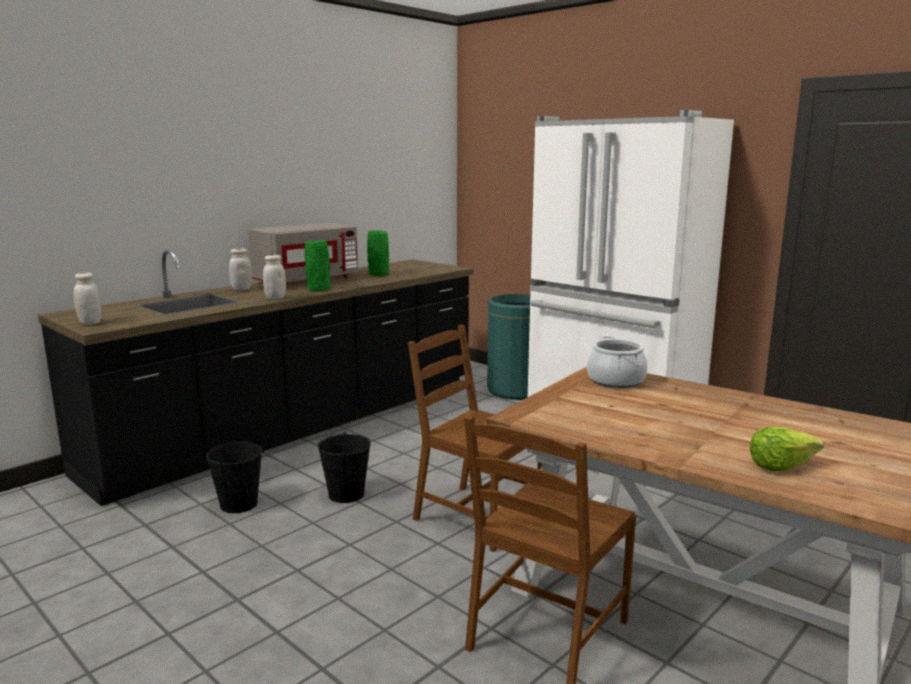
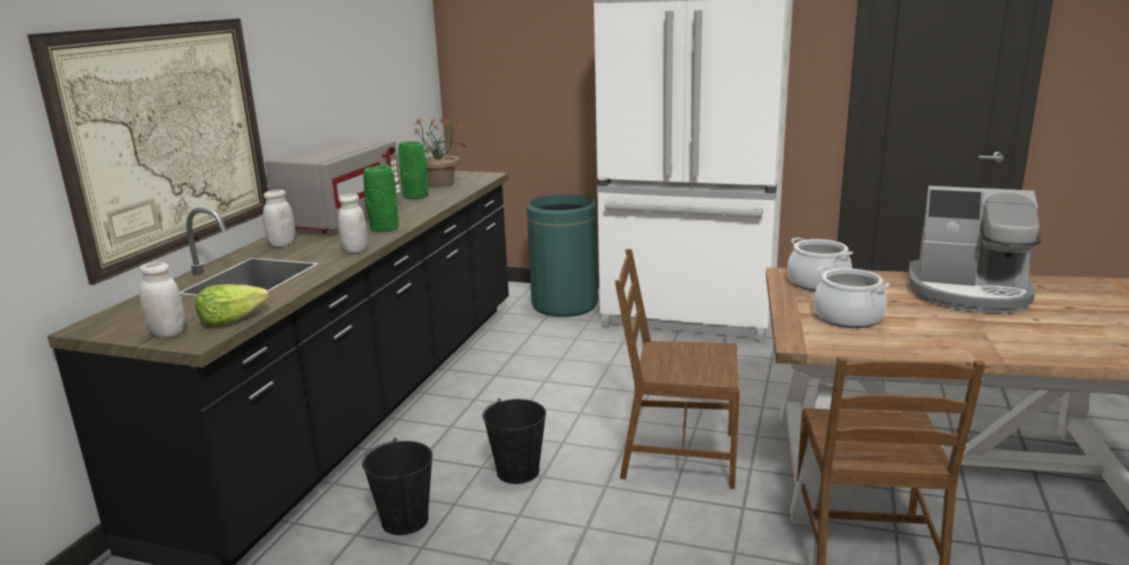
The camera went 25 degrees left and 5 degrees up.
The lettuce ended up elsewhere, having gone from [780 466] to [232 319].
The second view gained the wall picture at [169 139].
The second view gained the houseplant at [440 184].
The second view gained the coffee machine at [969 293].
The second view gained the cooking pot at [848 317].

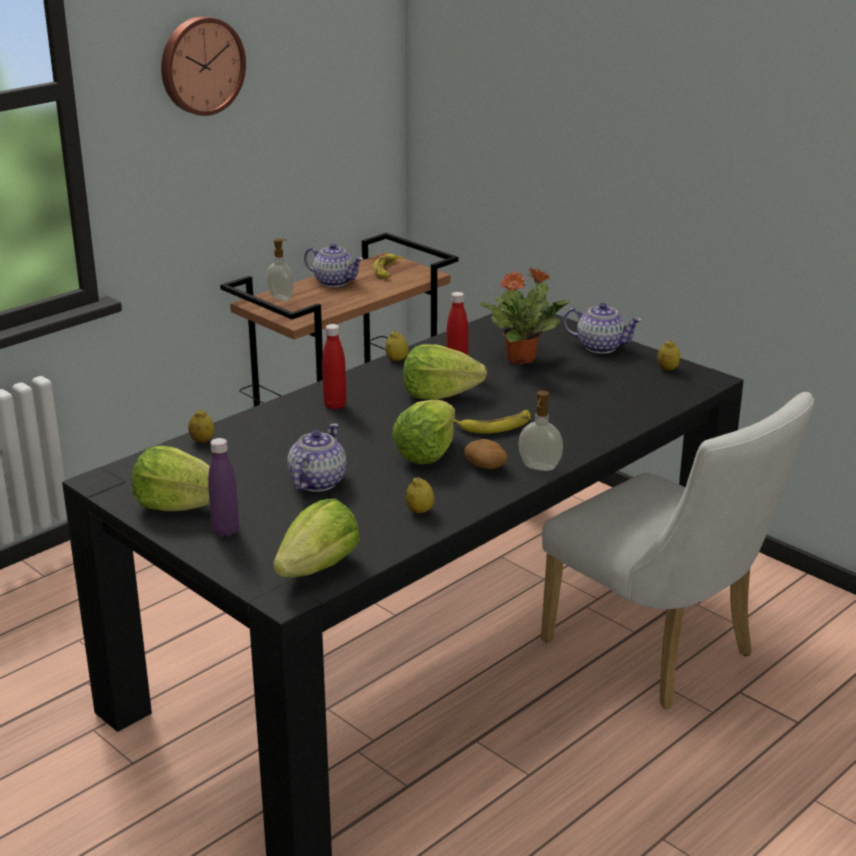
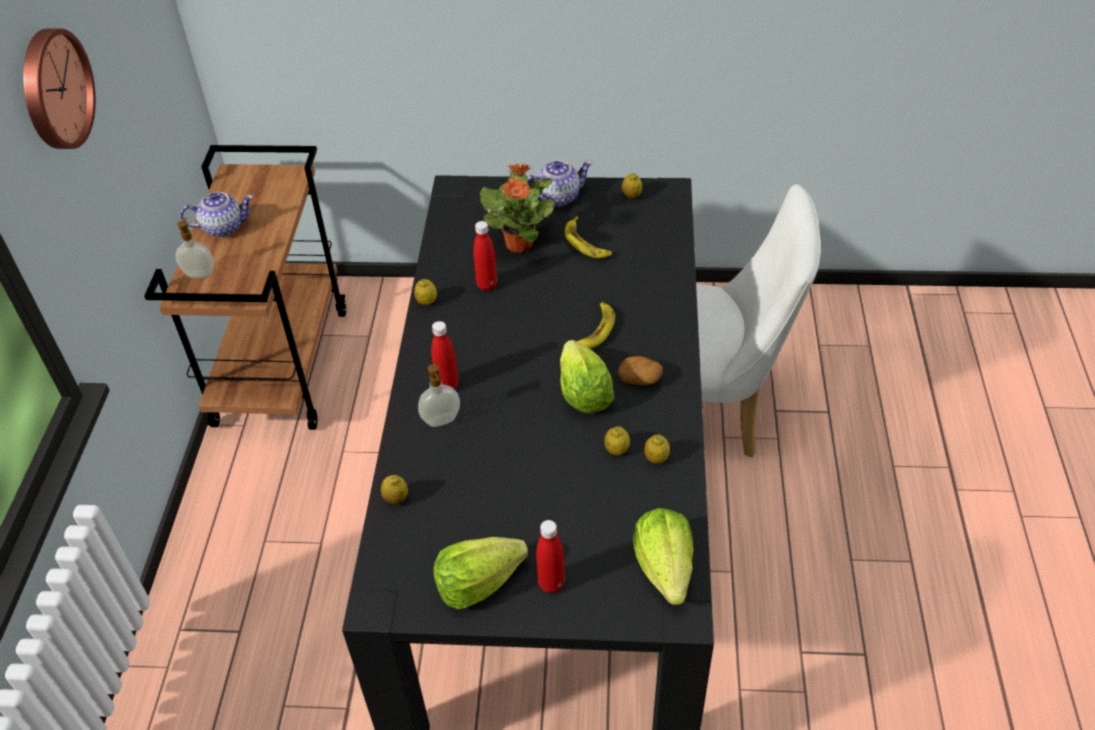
The camera went 40 degrees left and 20 degrees up.
The banana fruit ended up elsewhere, having gone from [387 270] to [586 243].
The second view lost the lettuce at [439 395].
The liquid soap bottle ended up elsewhere, having gone from [539 467] to [441 421].
The second view lost the pot for tea at [316 482].
What was the purple-coloured beverage bottle at [225 531] turned into the reddish beverage bottle at [551 583].
The second view gained the whole lemon at [616 450].

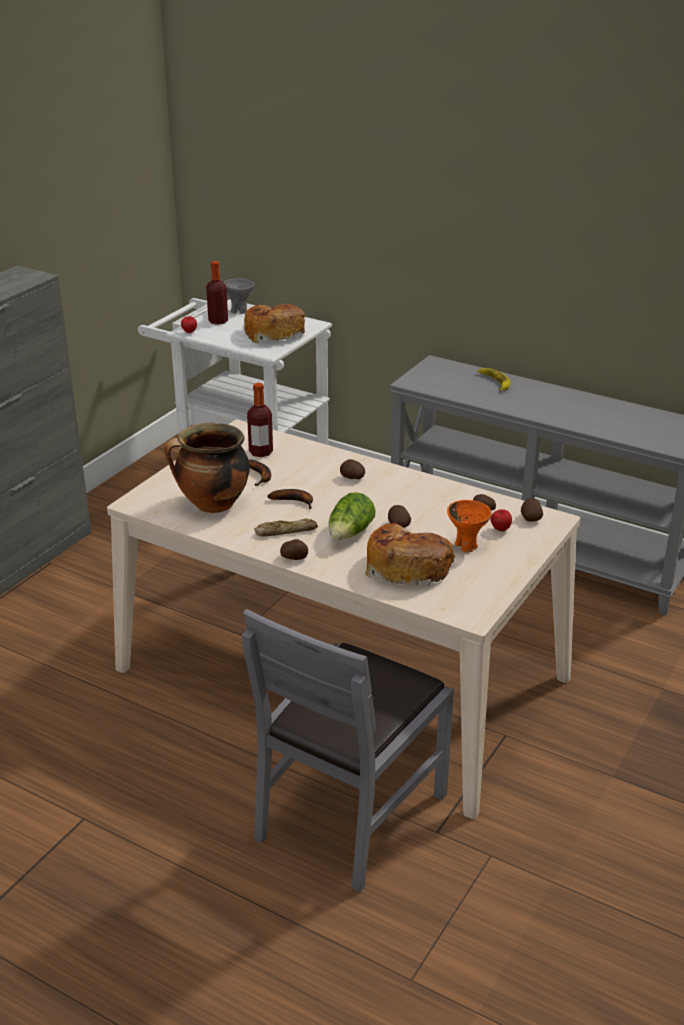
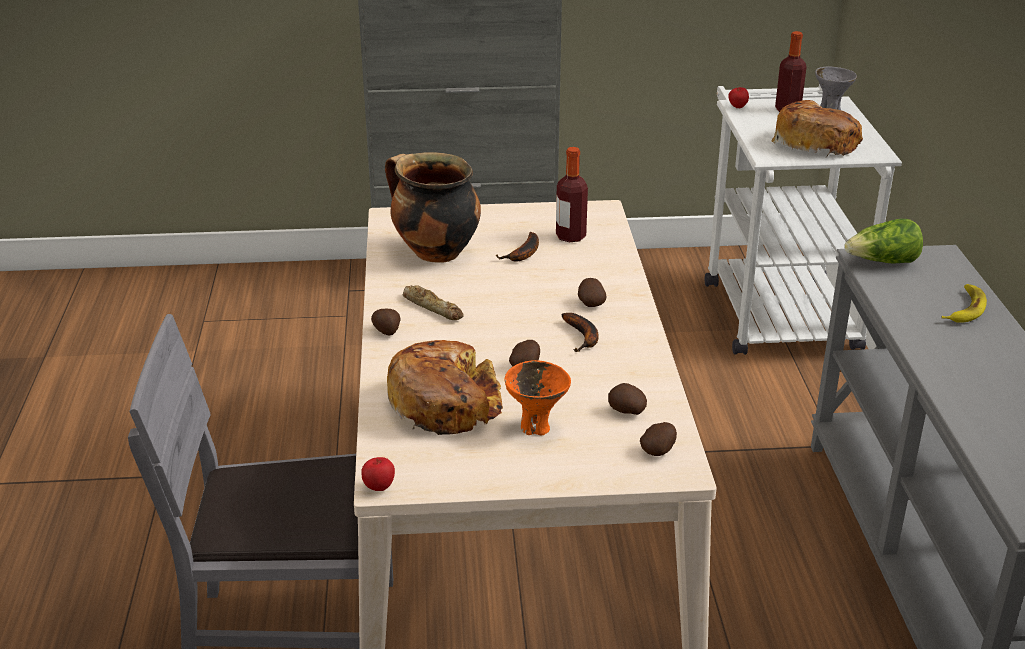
The camera went 55 degrees right and 0 degrees up.
The banana fruit ended up elsewhere, having gone from [295 501] to [583 337].
The lettuce ended up elsewhere, having gone from [350 534] to [883 262].
The apple fruit ended up elsewhere, having gone from [500 530] to [379 487].

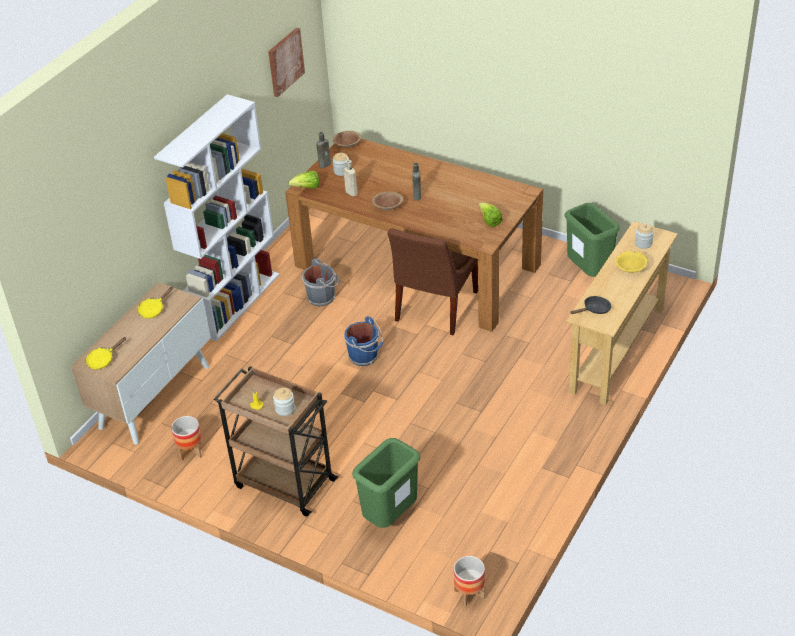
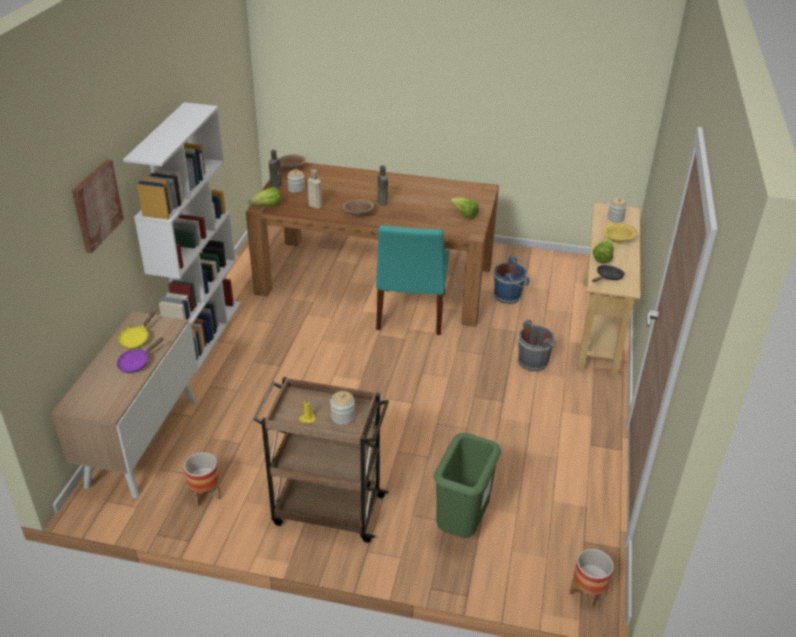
The camera went 20 degrees left and 5 degrees down.
The wall picture ended up elsewhere, having gone from [285 61] to [96 205].
The second view lost the green-coloured rubbish bin at [589 273].
What was the brown plain chair at [434 308] turned into the turquoise-coloured plain chair at [410 314].
The gray bucket ended up elsewhere, having gone from [322 297] to [534 361].
The blue bucket ended up elsewhere, having gone from [365 356] to [509 296].
The second view lost the yellow-coloured pan at [103 360].
The second view gained the lettuce at [602 258].
The second view gained the purple-coloured pan at [137 363].

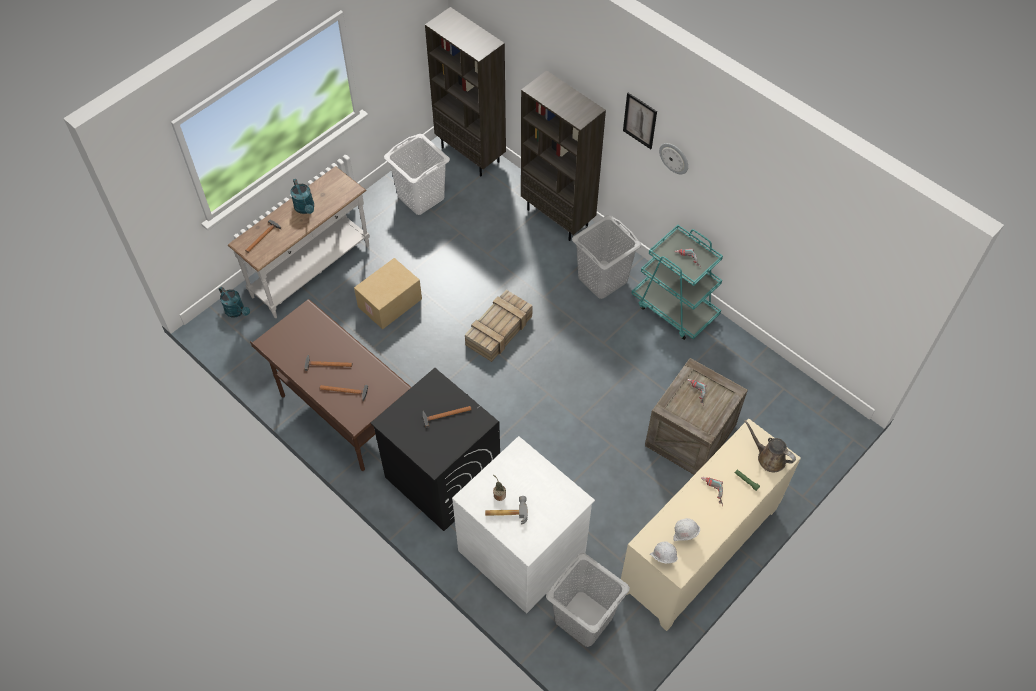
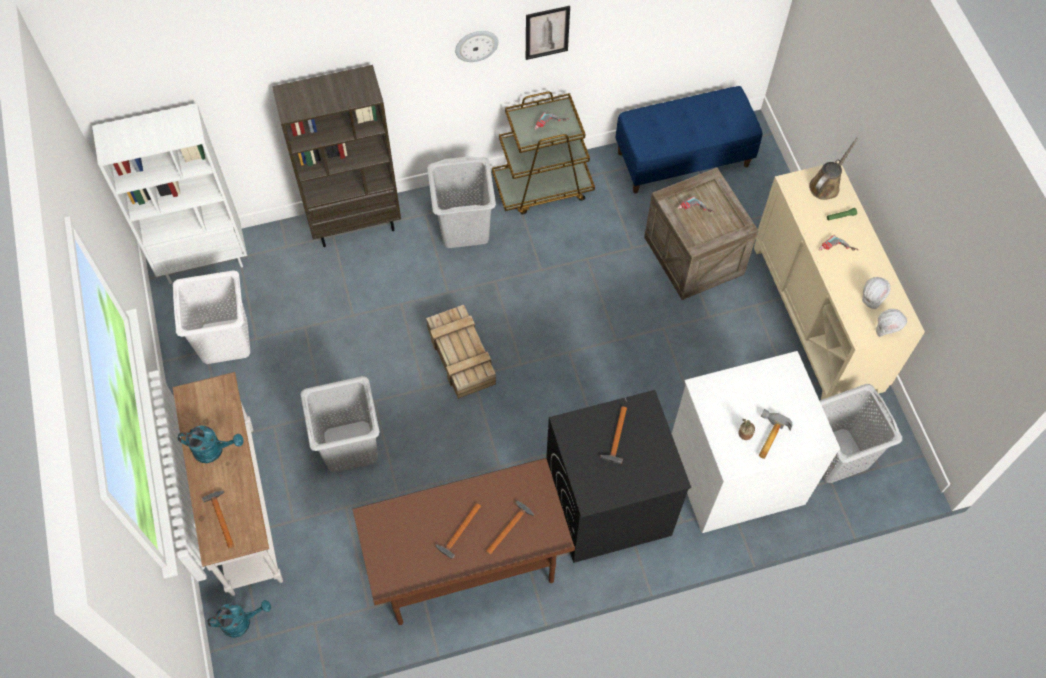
The camera went 60 degrees left and 5 degrees up.
What was the brown bookcase at [471 154] turned into the white-coloured bookcase at [204 259].
The wall picture ended up elsewhere, having gone from [640 120] to [547 32].
What was the turquoise-coloured wheeled cart at [674 309] turned into the brown wheeled cart at [543 186].
Where the carton stood at [390 303], the gray hamper came to stand at [350 446].
The brown watering can at [768 458] ended up facing another way, 150 degrees clockwise from before.
The second view gained the blue indoor bench at [683 158].

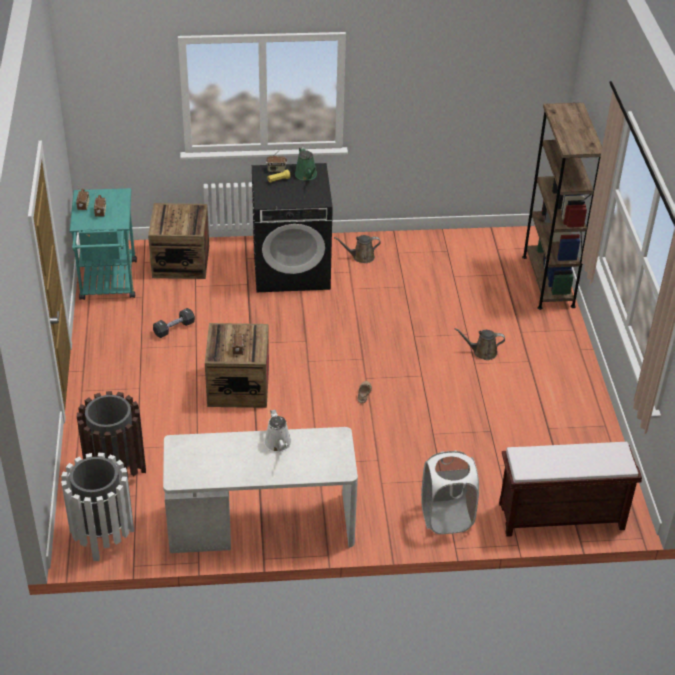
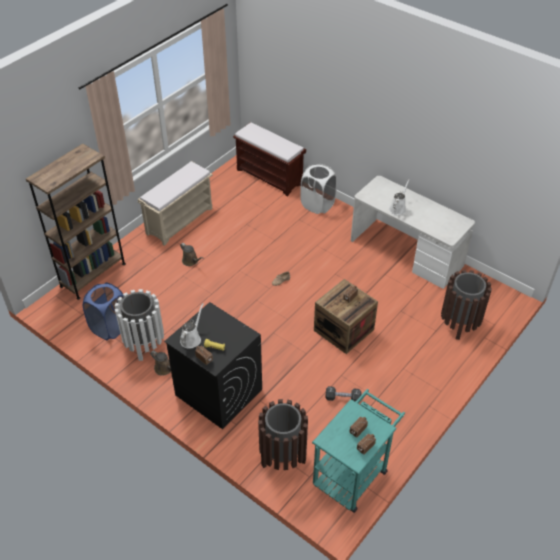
The camera went 135 degrees left and 5 degrees up.
What was the green-coloured watering can at [306 175] turned into the white-coloured watering can at [191 338].
Where the packing crate stood at [181 261], the brown rubbish bin came to stand at [283 456].
The white-coloured rubbish bin ended up elsewhere, having gone from [103 536] to [144 344].
The second view gained the beige-coloured indoor bench at [180 220].
The second view gained the blue hamper at [110 327].

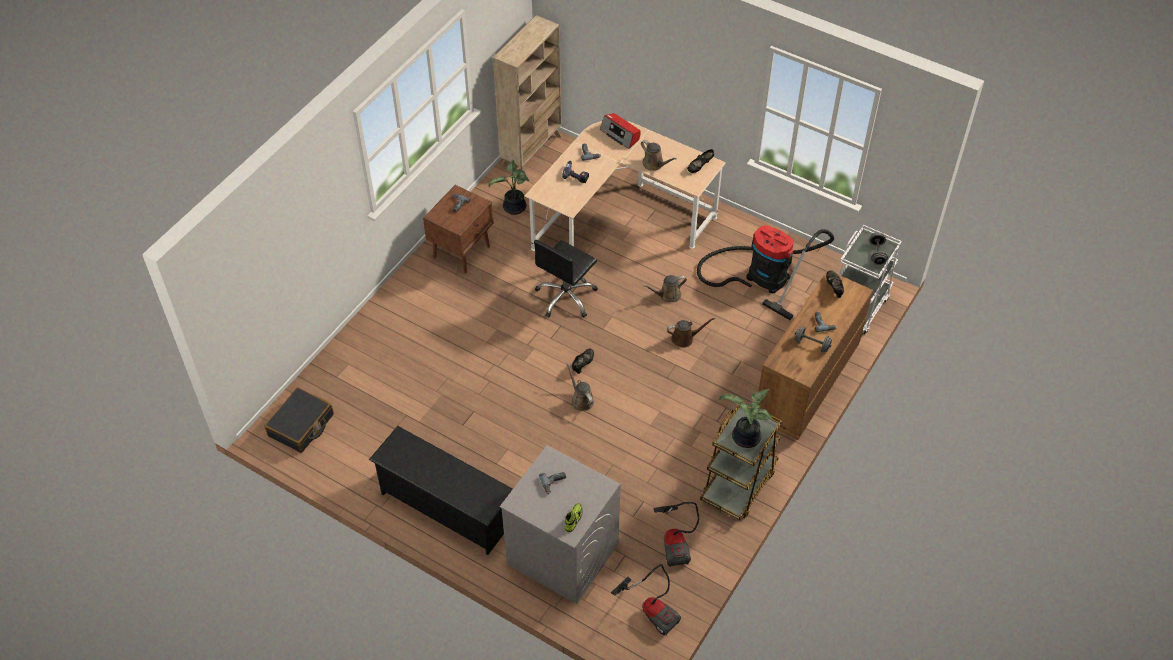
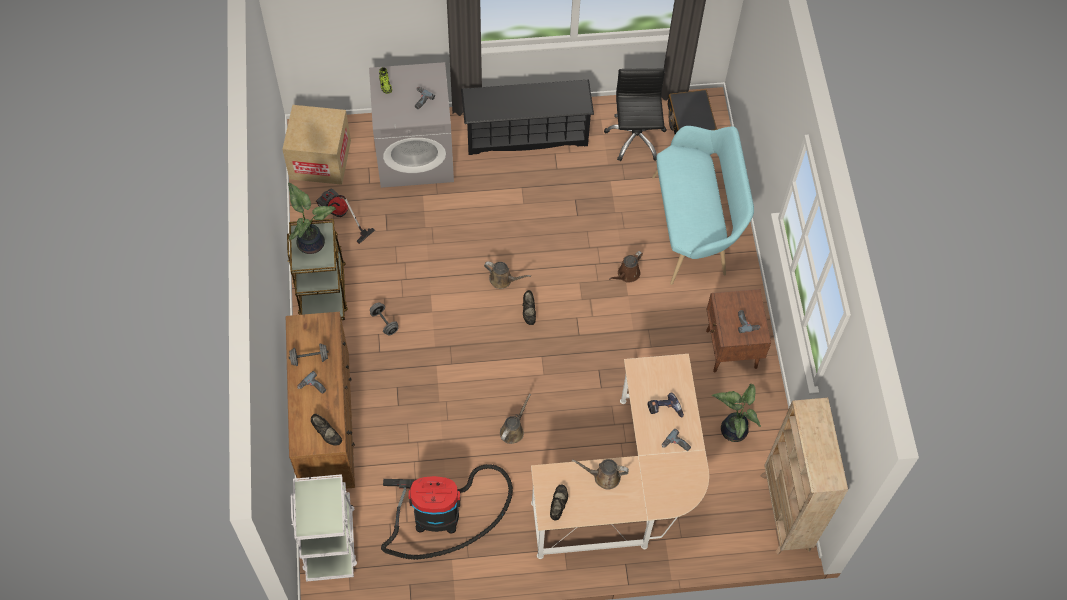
The camera went 140 degrees right and 10 degrees up.
The second view lost the radio receiver at [620 135].
The gray dumbbell ended up elsewhere, having gone from [877 254] to [384 322].
The black computer chair ended up elsewhere, having gone from [566 297] to [635 138].
The brown watering can ended up elsewhere, having gone from [685 338] to [627 274].
Where the vacuum stood at [653 610], the carton came to stand at [320 159].
The second view gained the turquoise-coloured indoor bench at [694 227].

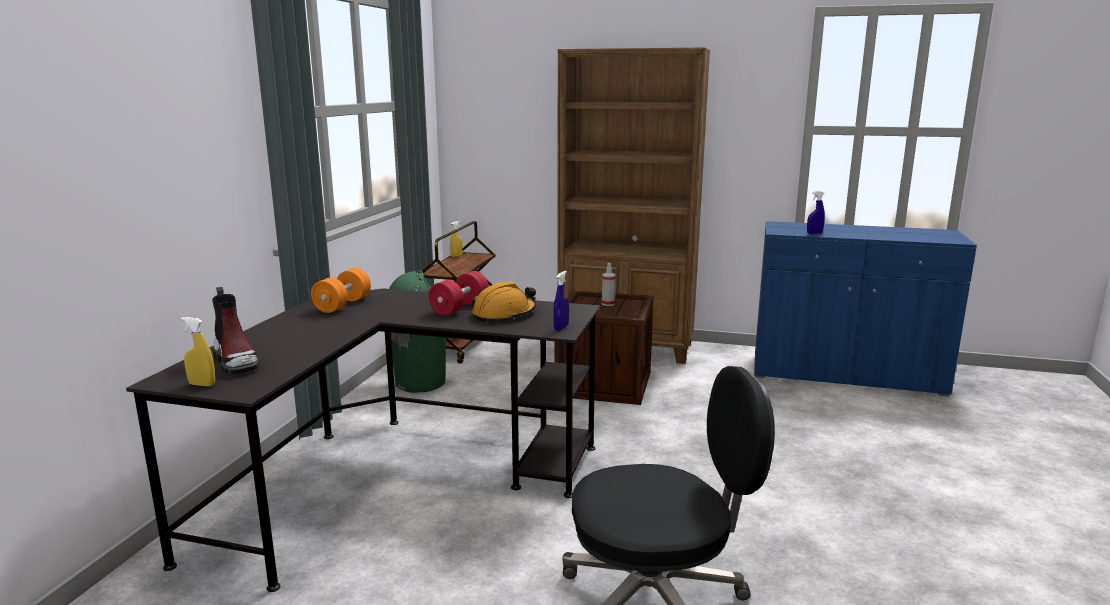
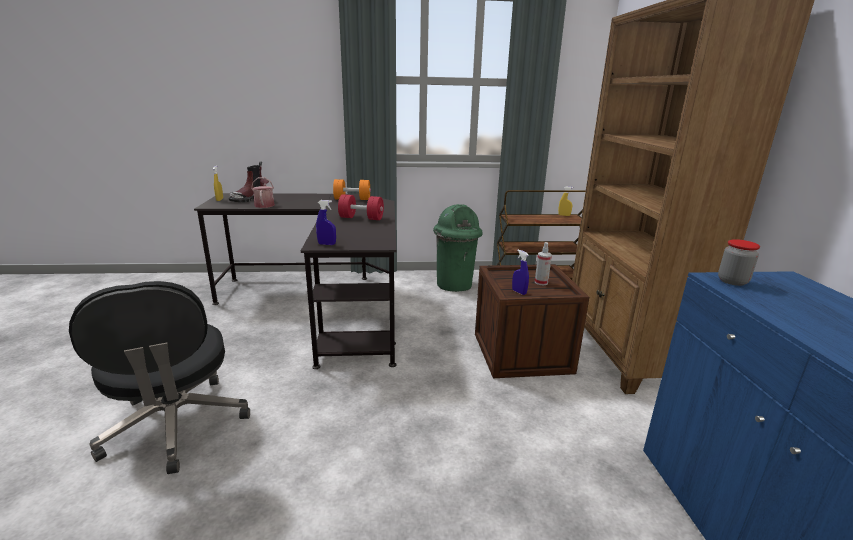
The camera went 70 degrees right and 5 degrees up.
The blue hand sprayer ended up elsewhere, having gone from [814 233] to [519 292].
The second view lost the orange-coloured work helmet at [504 314].
The second view gained the watering can at [264 204].
The second view gained the jar at [732 281].

